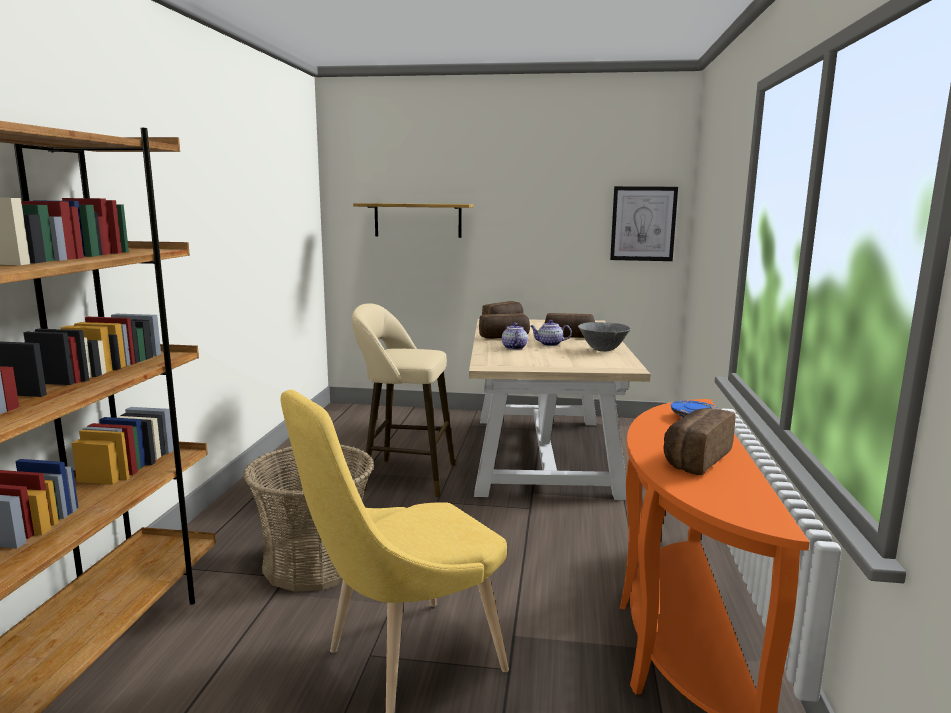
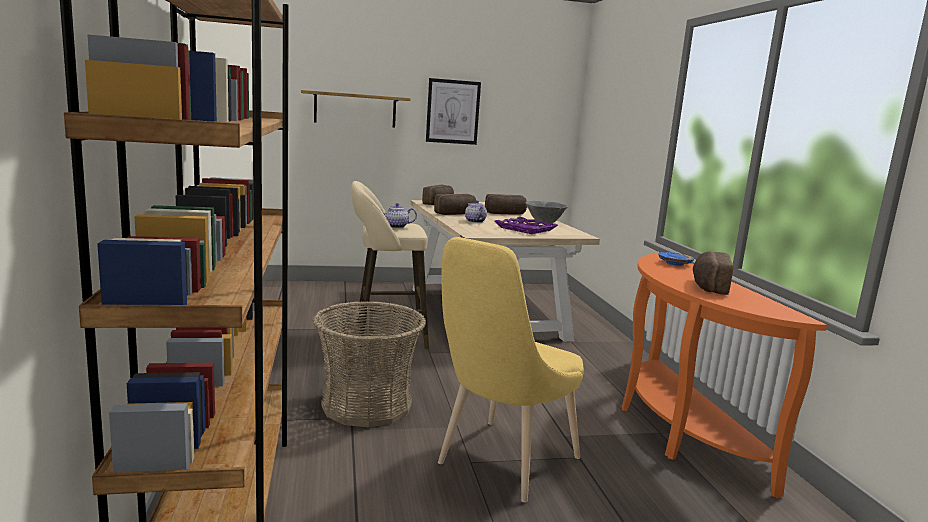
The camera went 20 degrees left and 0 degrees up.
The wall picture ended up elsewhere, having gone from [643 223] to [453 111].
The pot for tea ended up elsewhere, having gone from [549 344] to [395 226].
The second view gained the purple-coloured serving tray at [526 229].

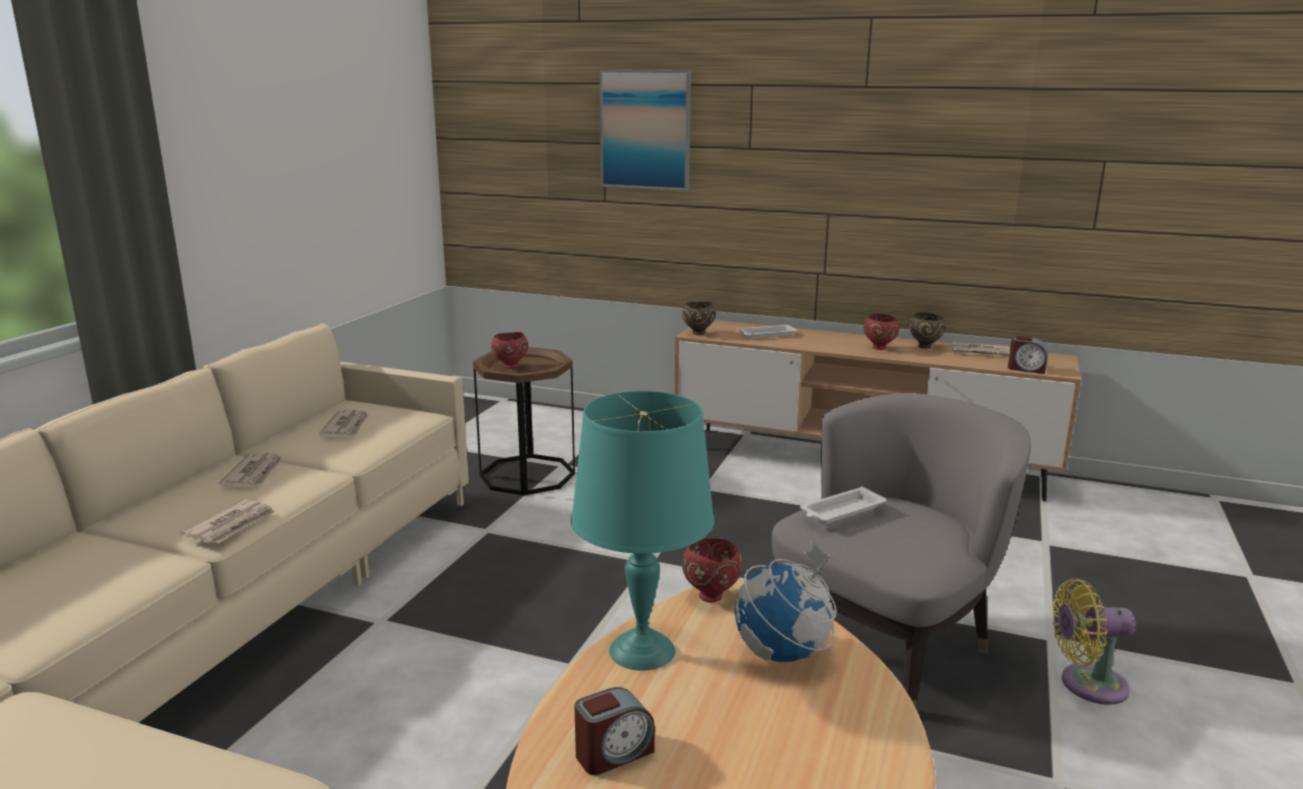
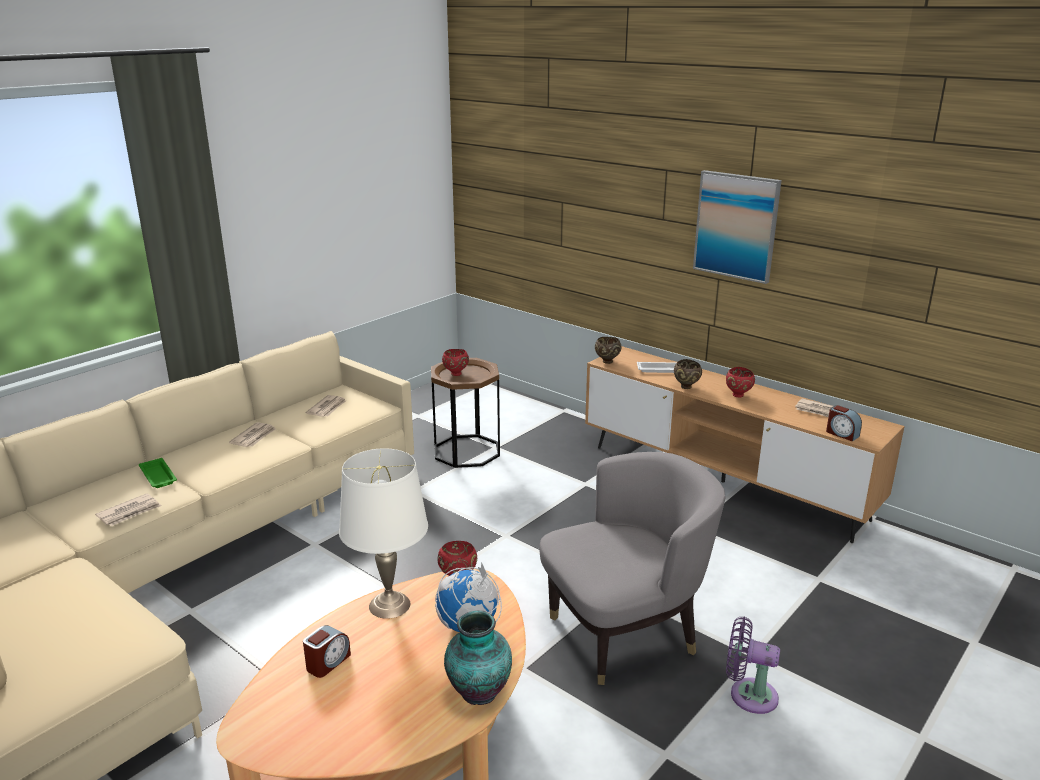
The camera went 20 degrees right and 5 degrees up.
The wall picture ended up elsewhere, having gone from [645 130] to [736 226].
The brown serving bowl ended up elsewhere, having gone from [925 347] to [686 387].
What was the turquoise-coloured tabletop lamp at [642 651] turned into the white-coloured tabletop lamp at [389 605].
The second view lost the white-coloured serving tray at [841 511].
The daily paper ended up elsewhere, having gone from [232 525] to [130 512].
What was the yellow-coloured fan at [1086 684] turned into the purple-coloured fan at [748 694].
The alarm clock at [613 753] ended up facing another way, 45 degrees counterclockwise from before.
The second view gained the green-coloured serving tray at [158 477].
The second view gained the decorative vase at [477 693].

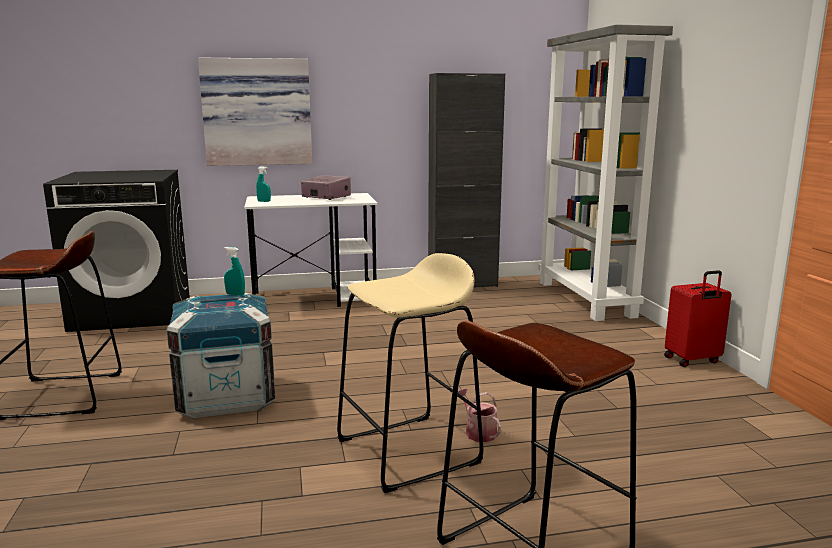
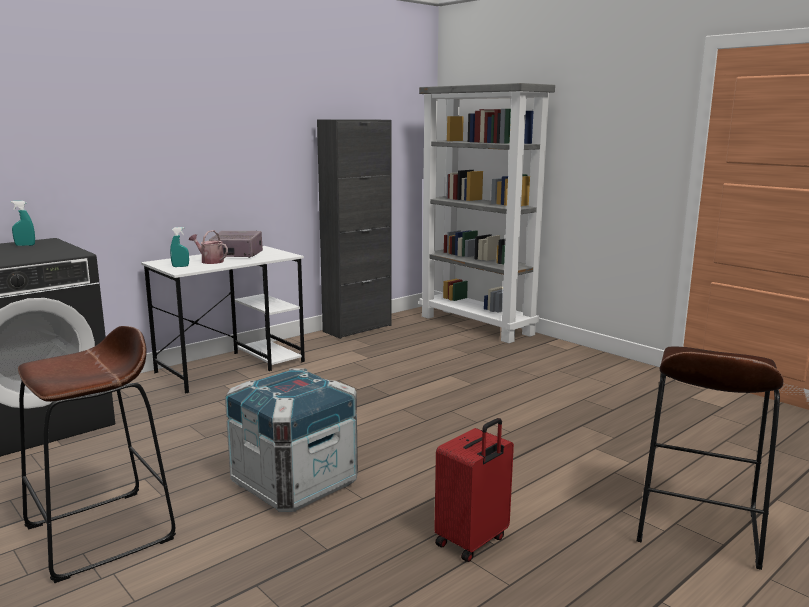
The camera went 30 degrees left and 0 degrees up.
The second view lost the wall picture at [257 112].
The turquoise-coloured hand sprayer ended up elsewhere, having gone from [235 294] to [25 245].
The second view lost the beige-coloured stool seat at [409 451].
The reddish suitcase ended up elsewhere, having gone from [692 360] to [472 542].
The watering can ended up elsewhere, having gone from [478 432] to [210 261].

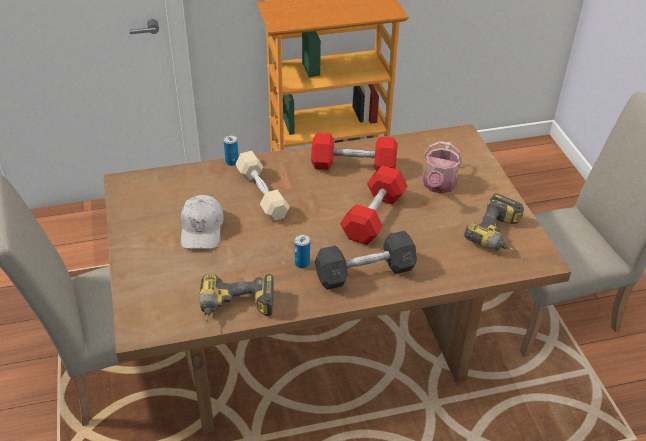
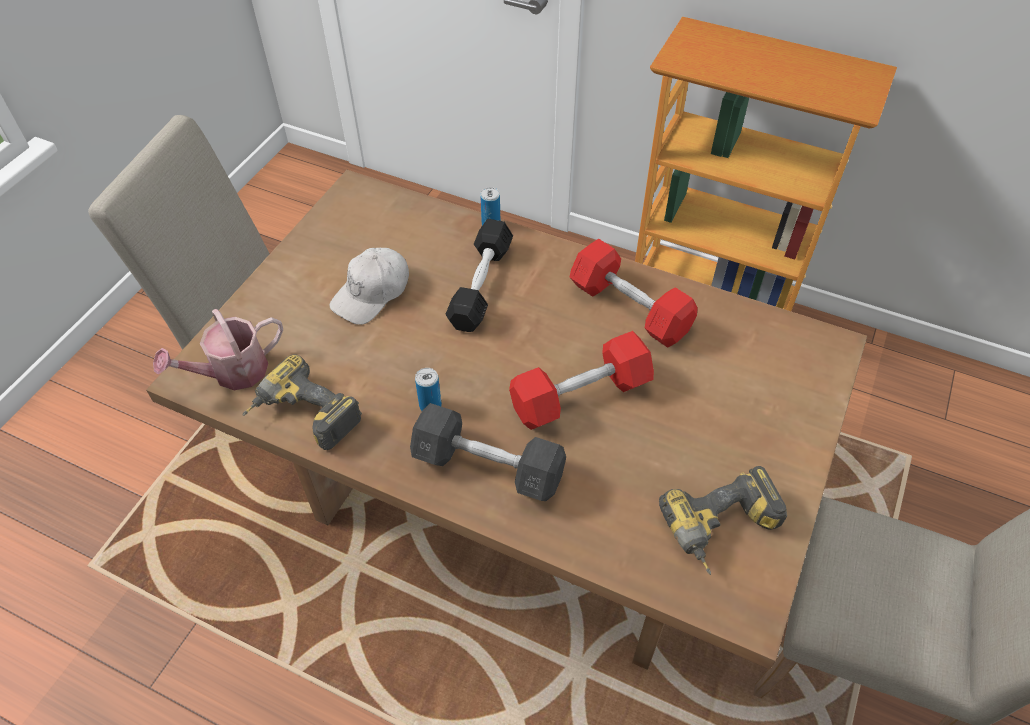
The camera went 40 degrees right and 10 degrees up.
The watering can ended up elsewhere, having gone from [438 186] to [232 372].
What was the beige-coloured dumbbell at [262 194] turned into the black dumbbell at [481 285].

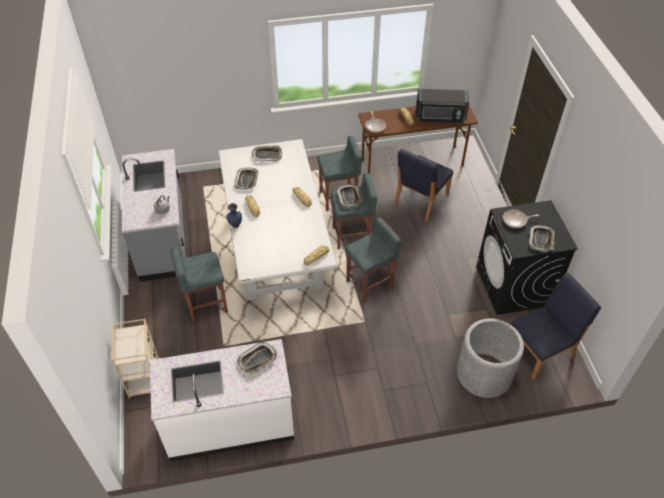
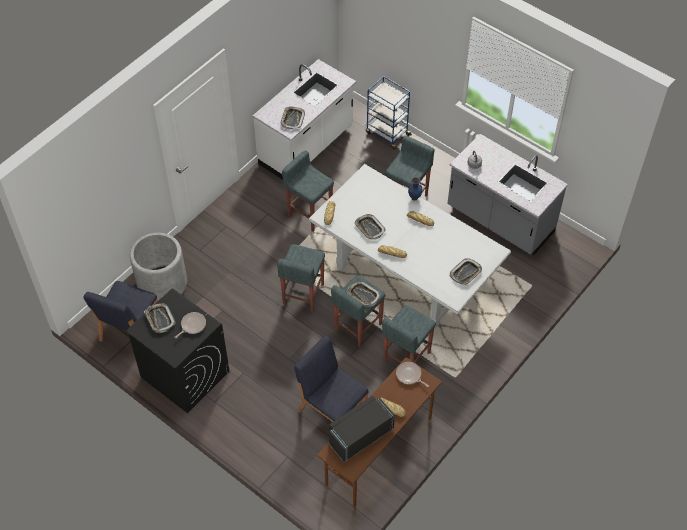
The camera went 140 degrees right and 5 degrees up.
The blue plain chair at [420 200] ended up facing another way, 45 degrees counterclockwise from before.
The serving tray ended up elsewhere, having gone from [247 180] to [369 228].
What was the beige-coloured wheeled cart at [145 379] turned into the blue wheeled cart at [387 133].
The second view gained the gray stool seat at [309 214].

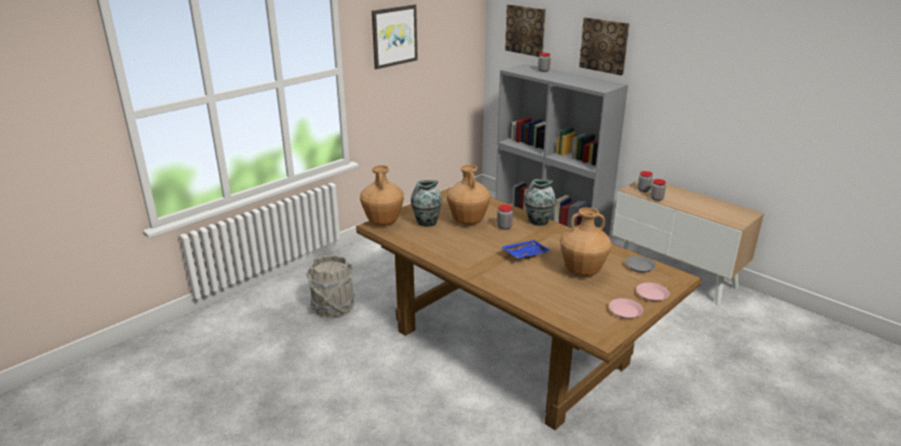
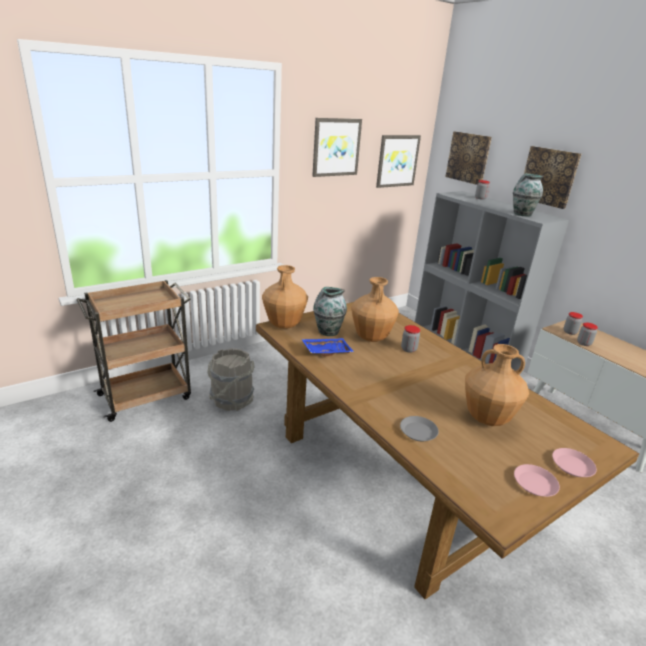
The camera went 10 degrees right and 0 degrees up.
The decorative vase ended up elsewhere, having gone from [538 221] to [521 214].
The blue serving tray ended up elsewhere, having gone from [525 254] to [326 351].
The gray flat dish ended up elsewhere, having gone from [640 266] to [418 431].
The second view gained the wall picture at [397 161].
The second view gained the brown wheeled cart at [146 396].

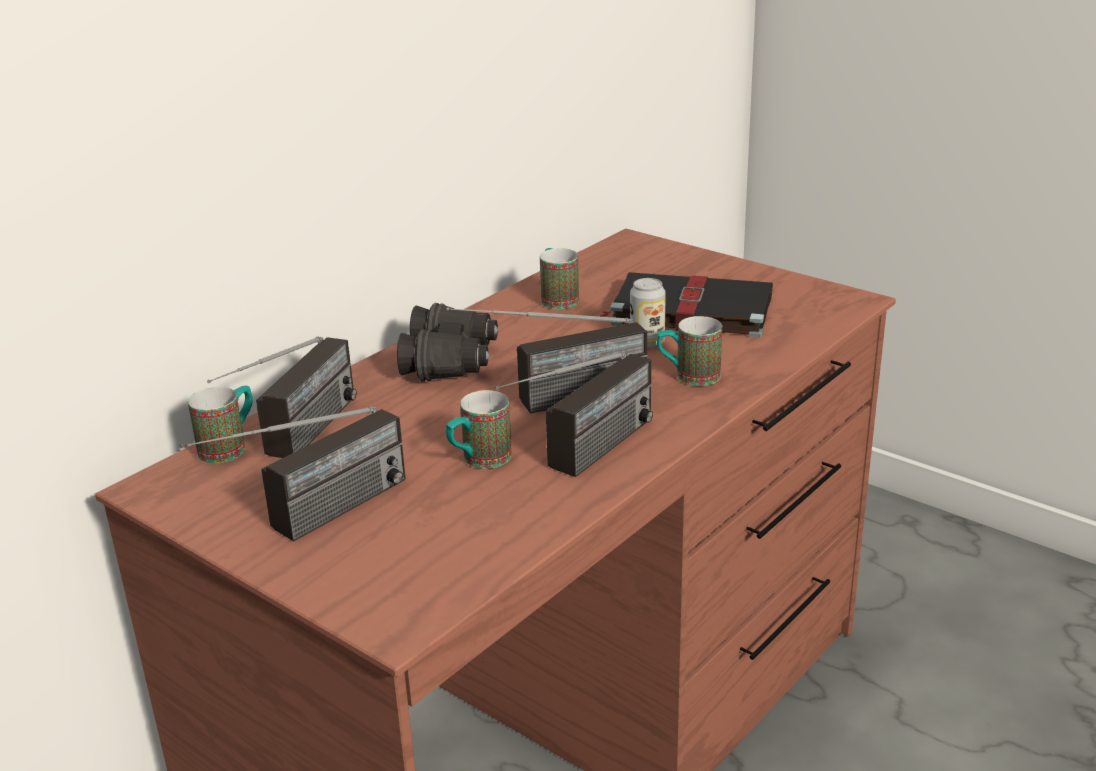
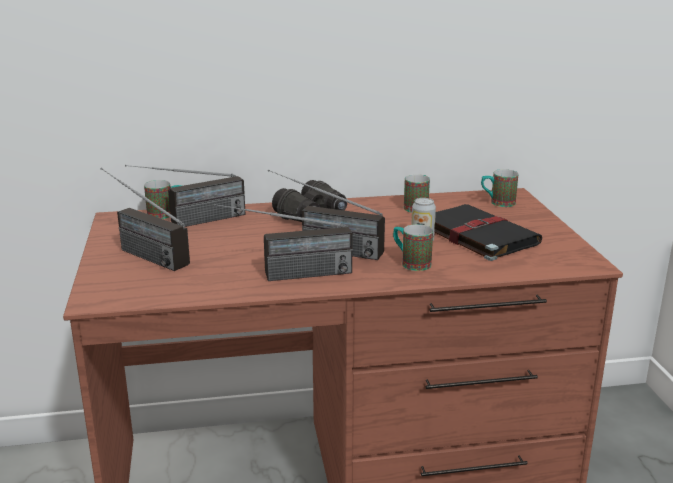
The camera went 40 degrees right and 5 degrees down.
The tea mug ended up elsewhere, having gone from [479 460] to [497 203].
The radio receiver at [311 522] ended up facing another way, 45 degrees clockwise from before.

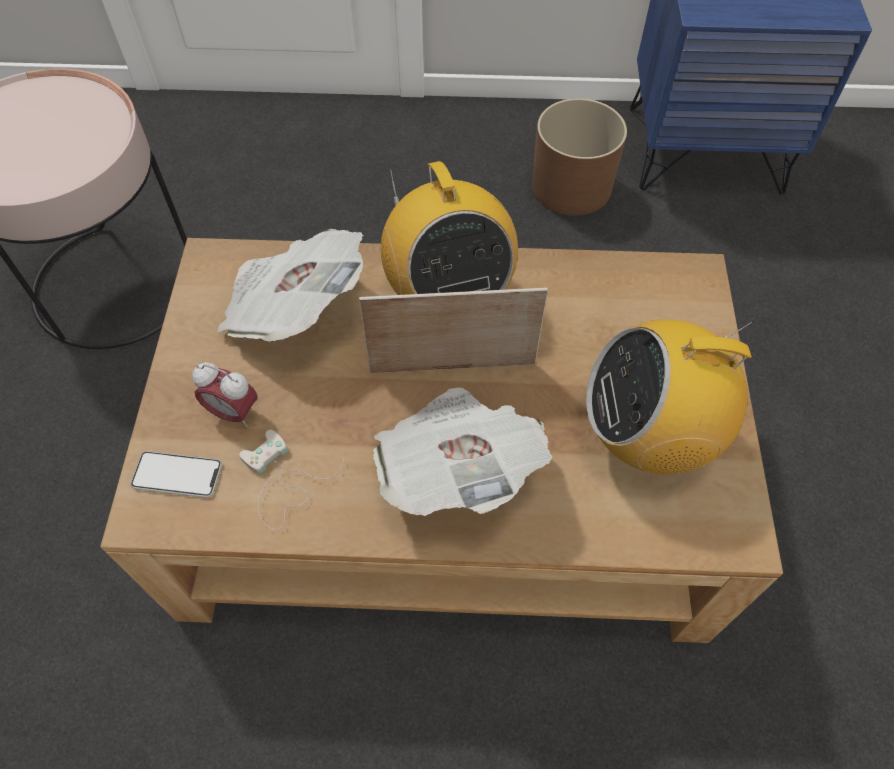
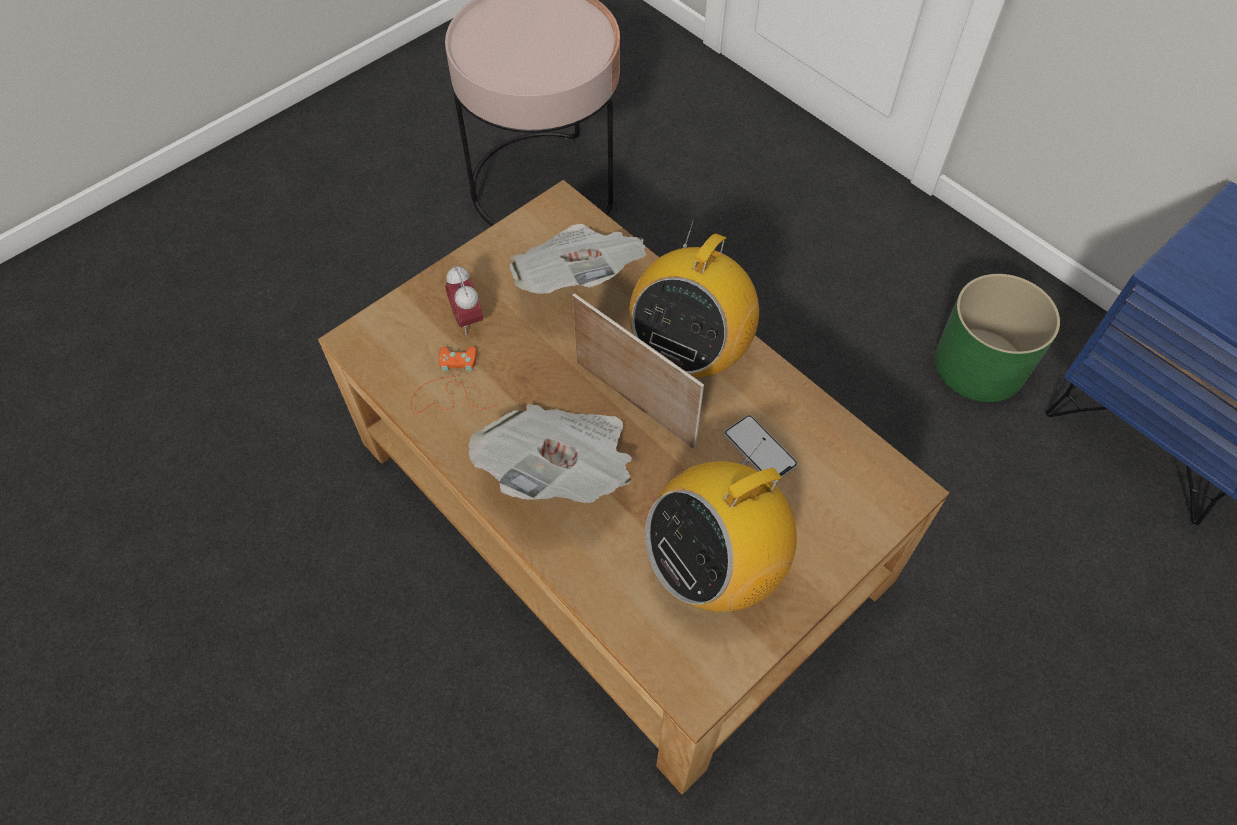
The camera went 45 degrees right and 0 degrees up.
What was the brown flower pot at [572 187] turned into the green-coloured flower pot at [980 365].
The radio receiver at [648 436] ended up facing another way, 75 degrees counterclockwise from before.
What was the white-coloured game controller at [282 481] turned into the orange-coloured game controller at [449 386].
The phone ended up elsewhere, having gone from [177 475] to [760 449].

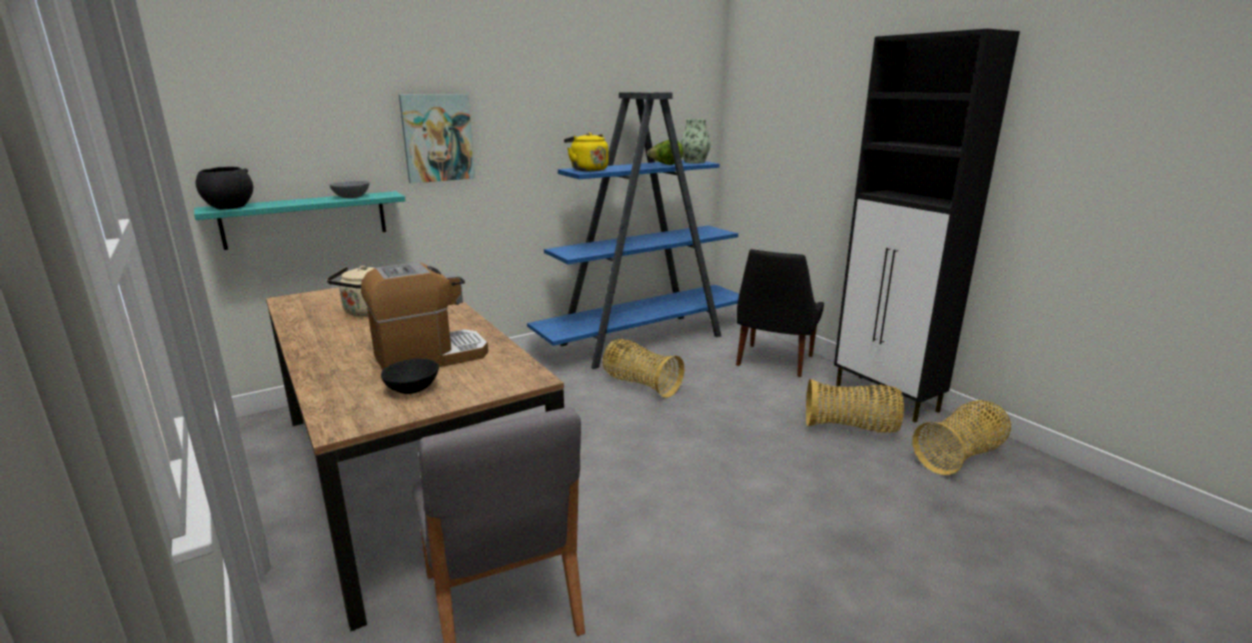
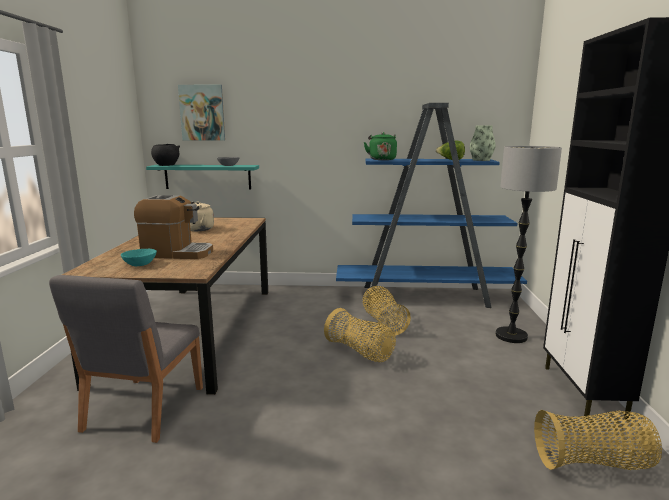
The camera went 35 degrees right and 5 degrees down.
The wall picture ended up elsewhere, having gone from [437 138] to [202 113].
What was the yellow-coloured kettle at [587 170] turned into the green-coloured kettle at [381 159].
Where the black plain chair stood at [773 362], the standard lamp came to stand at [511 336].
What was the black serving bowl at [413 388] turned into the turquoise-coloured serving bowl at [140 264].
The household basket ended up elsewhere, having gone from [851 427] to [360 352].

